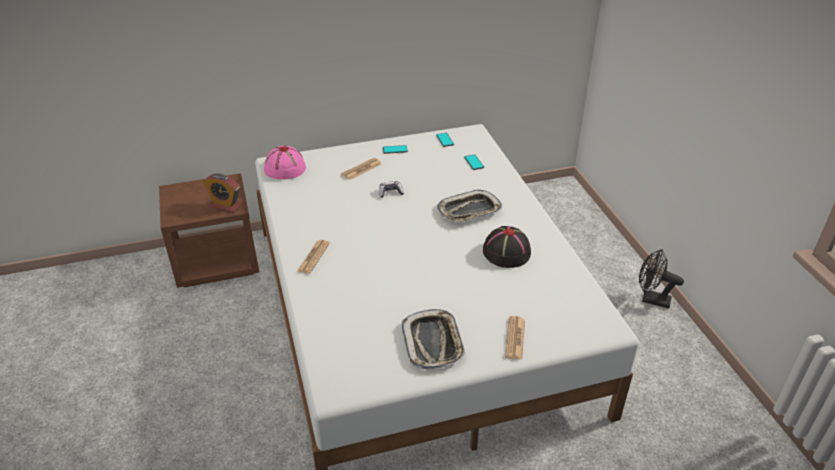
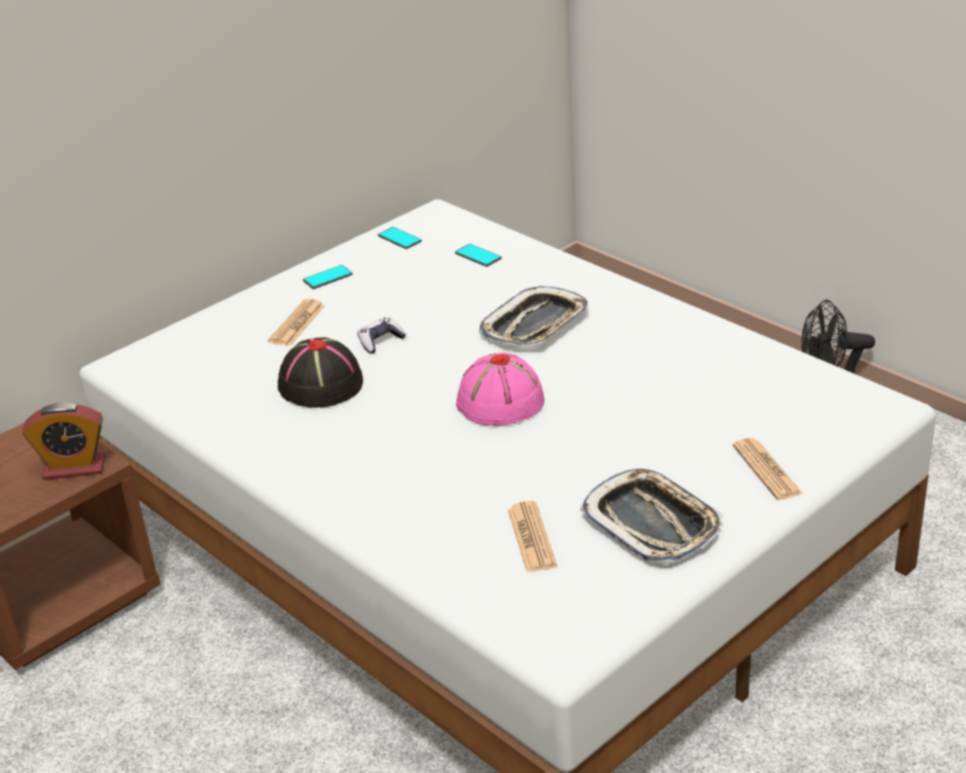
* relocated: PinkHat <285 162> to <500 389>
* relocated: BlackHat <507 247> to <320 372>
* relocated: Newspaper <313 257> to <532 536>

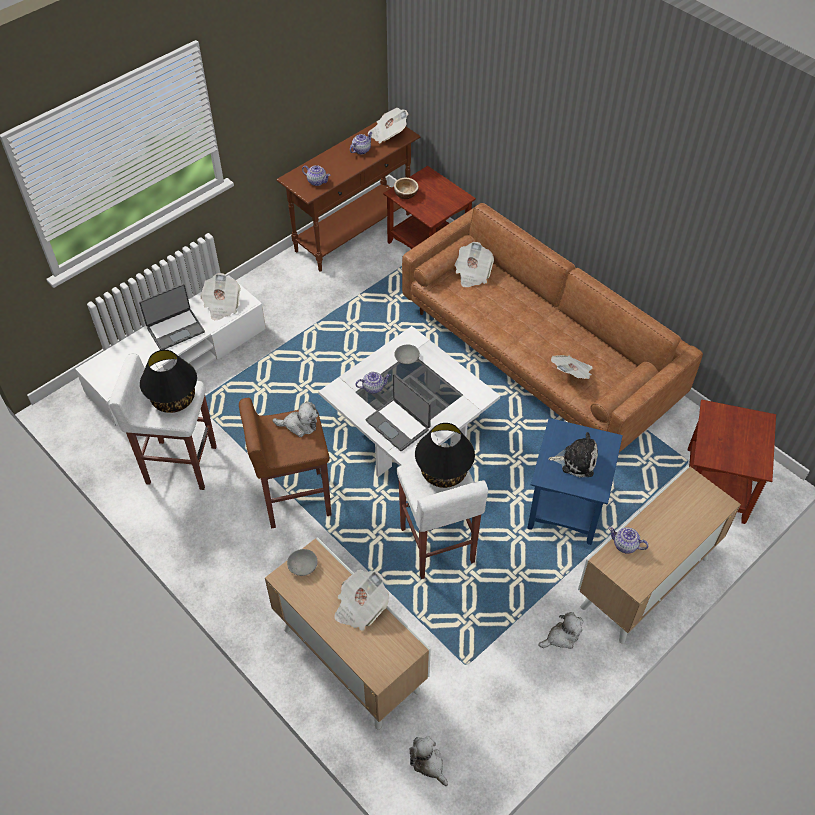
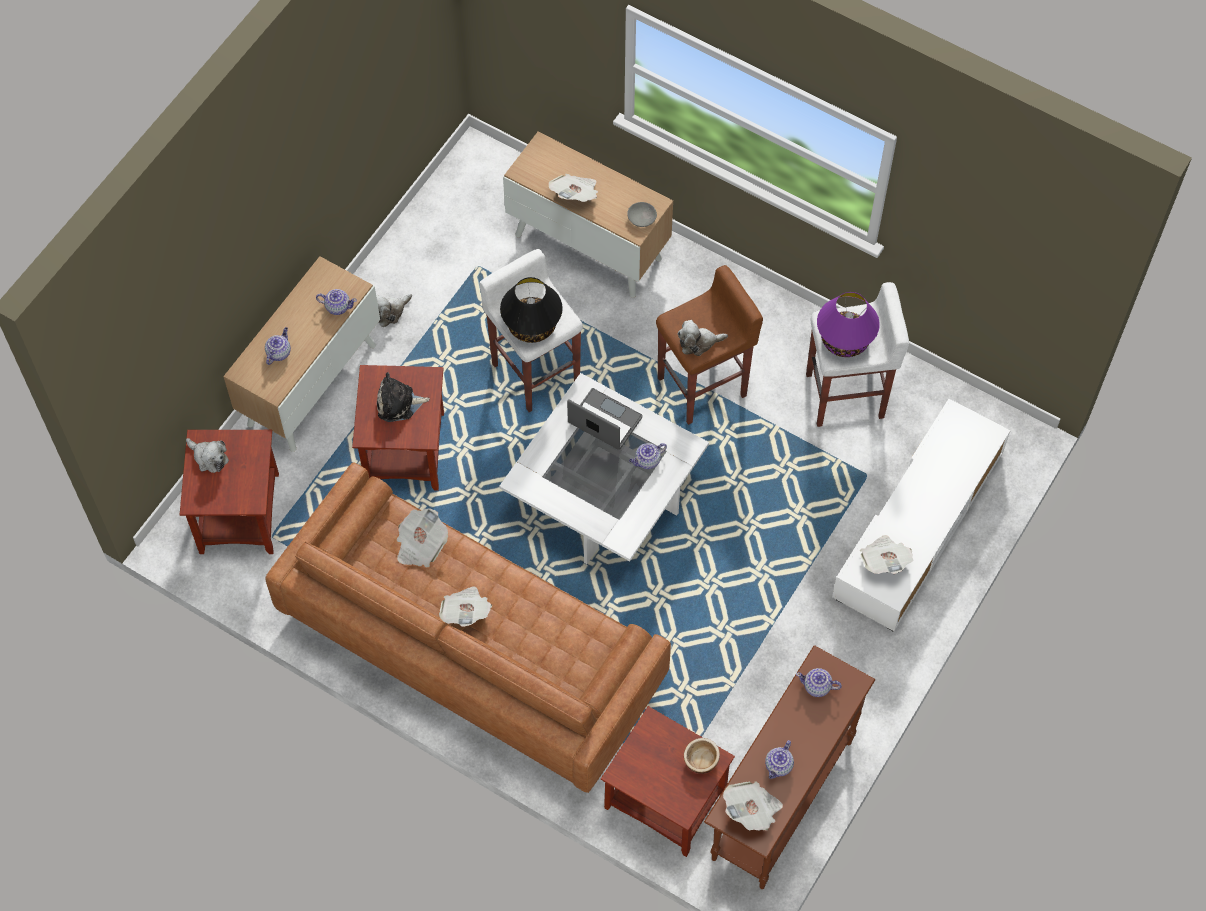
* relocated: Newspaper <474 264> to <465 606>
* missing: Laptop <172 317>
* missing: GreyBowl <407 355>
* colour: BlackTableLamp <168 381> to PurpleTableLamp <848 324>
* colour: BlueSideTable <575 481> to BrownSideTable <398 428>
* relocated: PlushToy <428 761> to <207 455>
* appeared: Teapot <278 346>

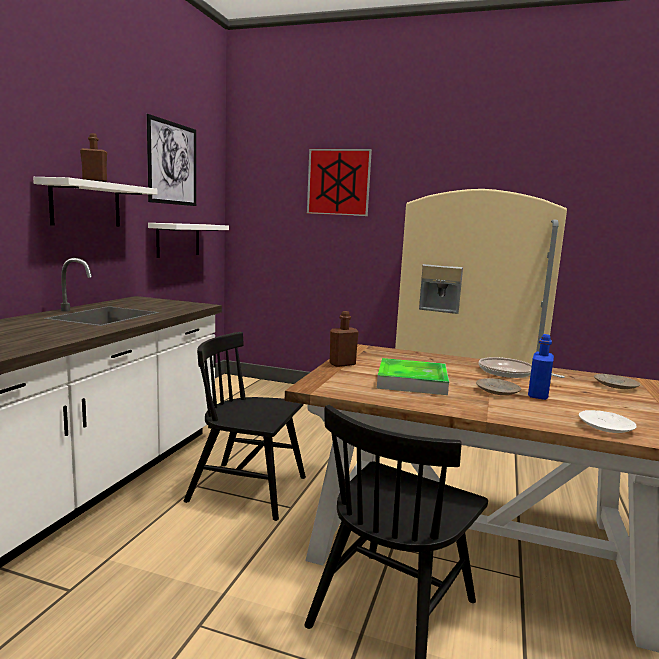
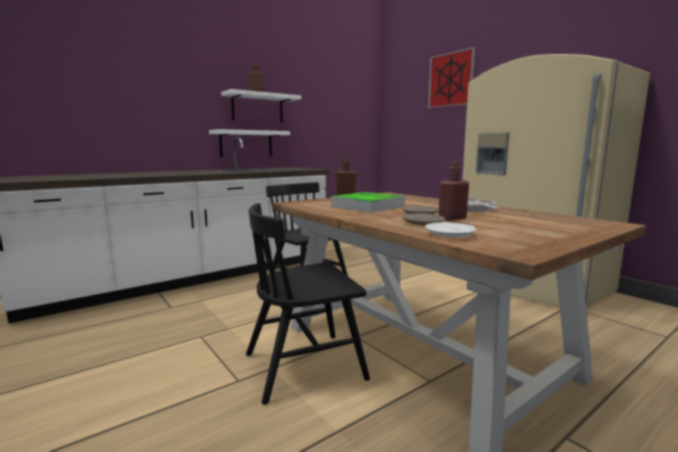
* missing: Picture <171 160>
* relocated: WhiteShelf <188 240> to <249 143>
* colour: BlueBottle <541 367> to RedBottle <453 191>
* relocated: BeigePlate <617 381> to <423 219>

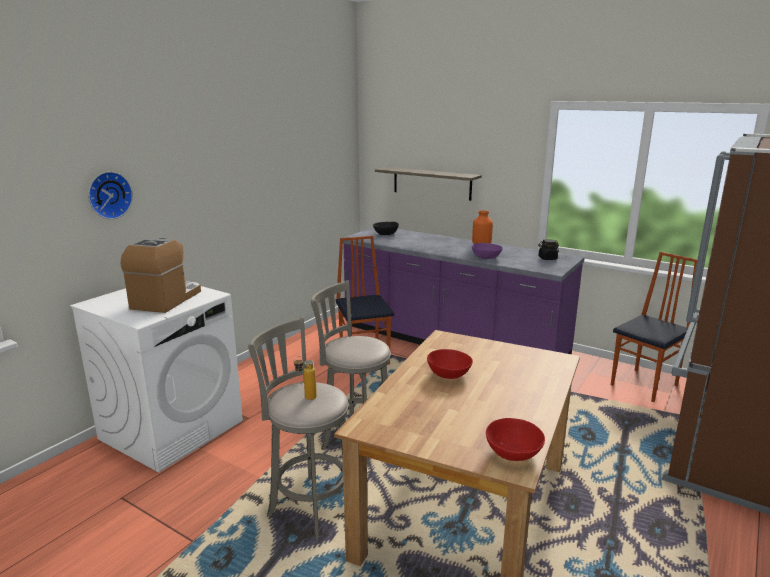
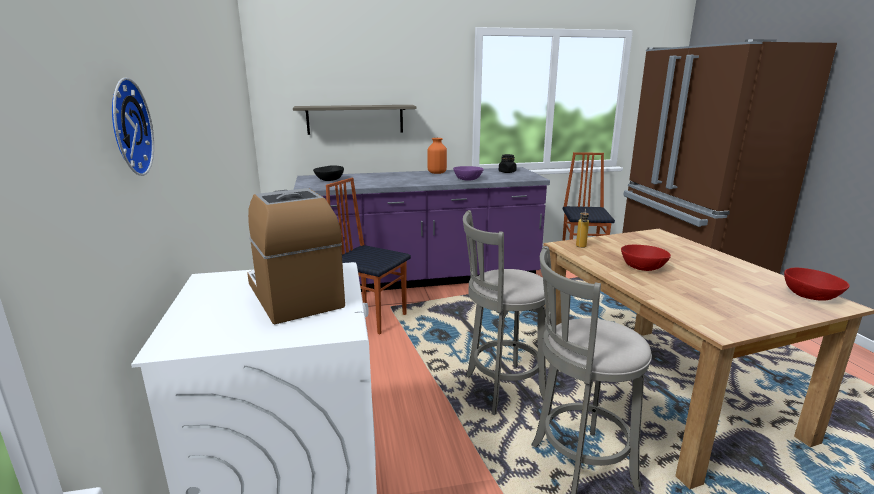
* relocated: Bottle <305 378> to <582 228>

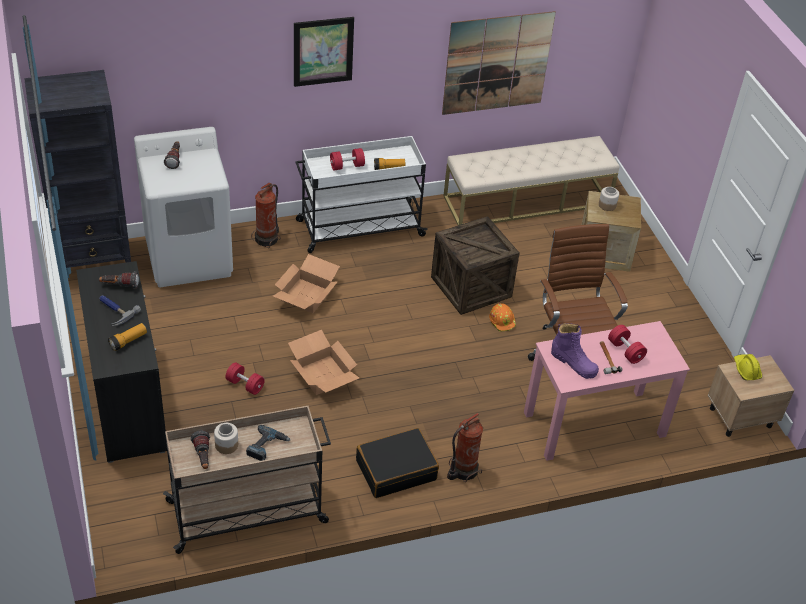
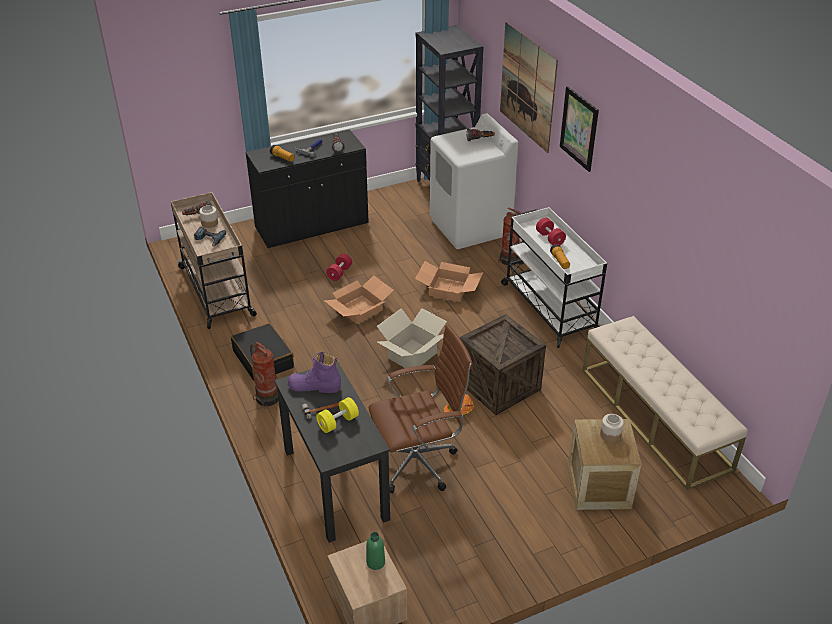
* relocated: Picture <499 63> to <529 87>
* colour: PinkDesk <607 391> to BlackDesk <332 452>
* spun: PurpleBoot <575 351> = <314 372> 60 degrees clockwise
* colour: RedDumbbell <627 344> to YellowDumbbell <337 415>
* exchanged: YellowHardHat <748 367> to GreenBottle <375 551>
* appeared: CardboardBox <412 338>

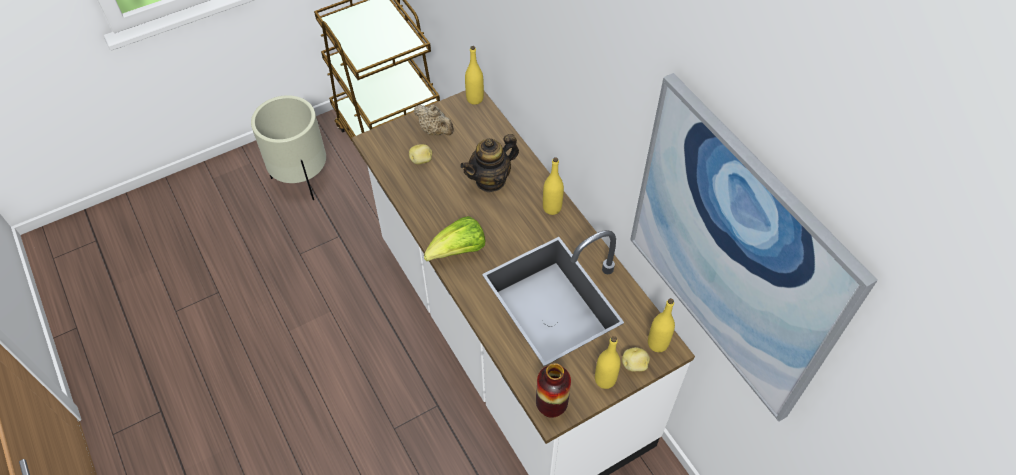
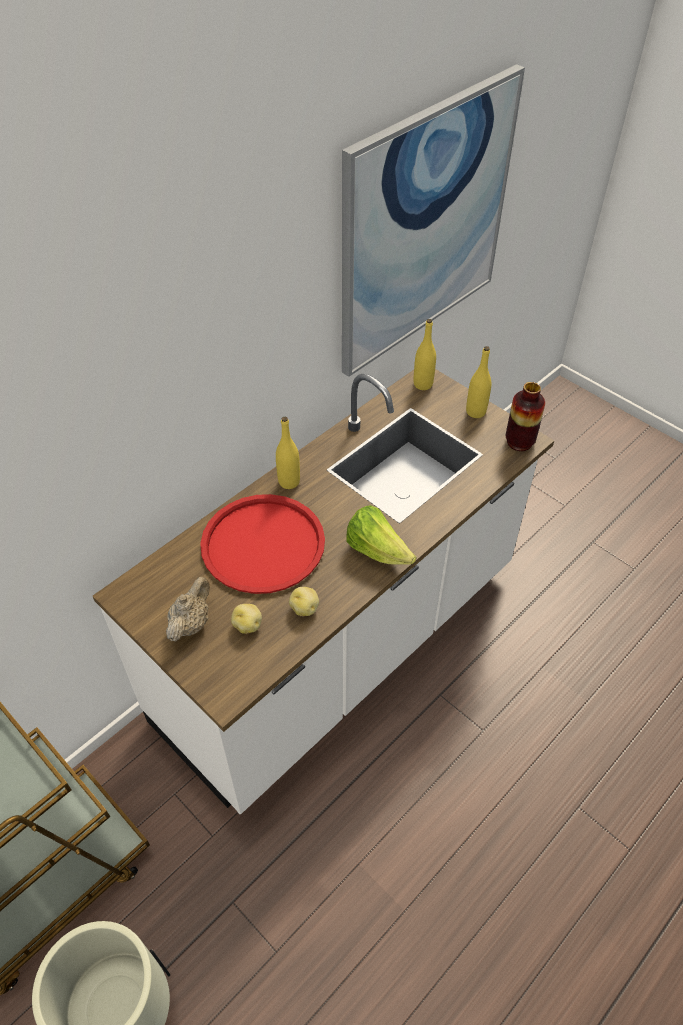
* missing: YellowBottle <474 75>
* exchanged: Teapot <489 163> to RedTray <262 544>
* relocated: Potato <636 359> to <304 601>

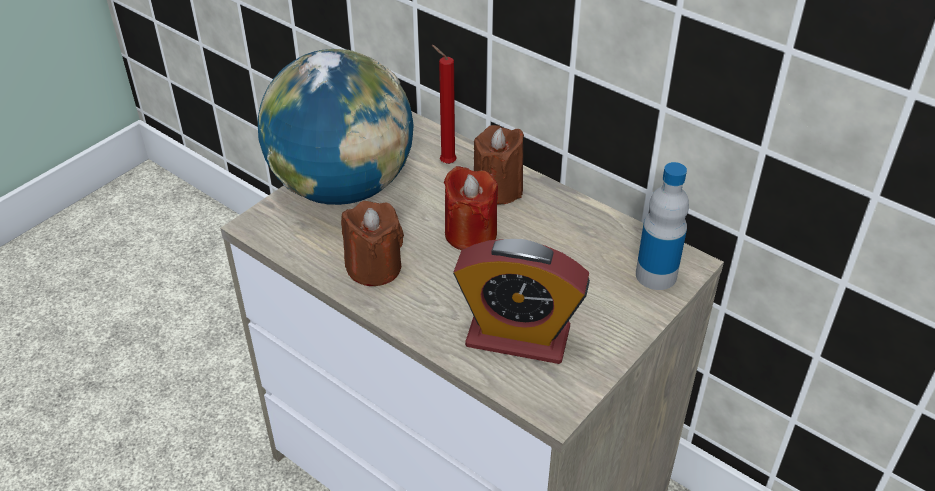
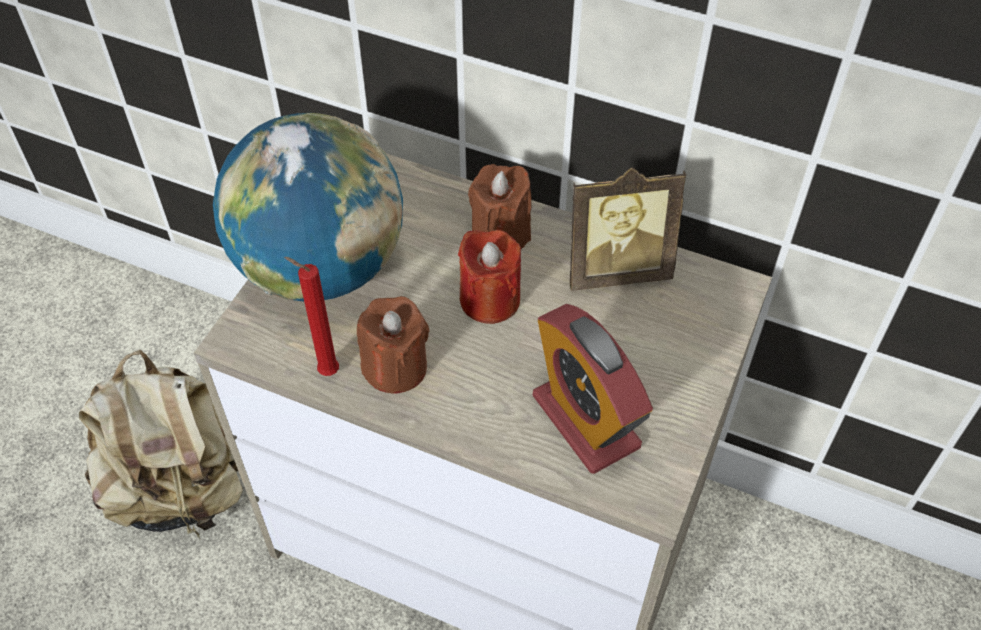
* relocated: RedCandle <444 104> to <311 316>
* missing: Bottle <662 226>
* spun: AlarmClock <521 301> = <593 389> 60 degrees clockwise
* appeared: PictureFrame <628 229>
* appeared: BeigeBackpack <161 444>

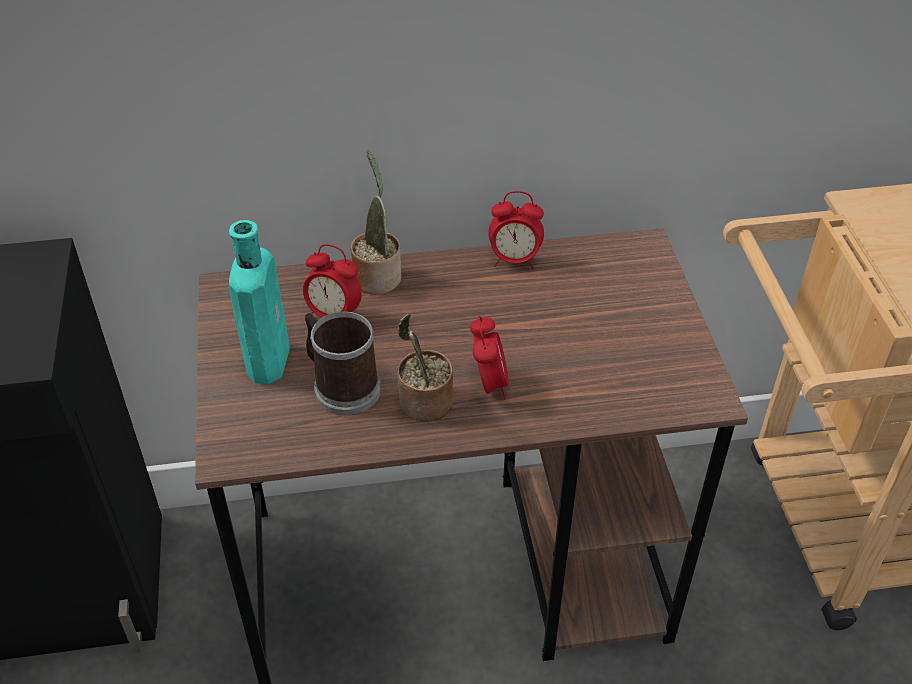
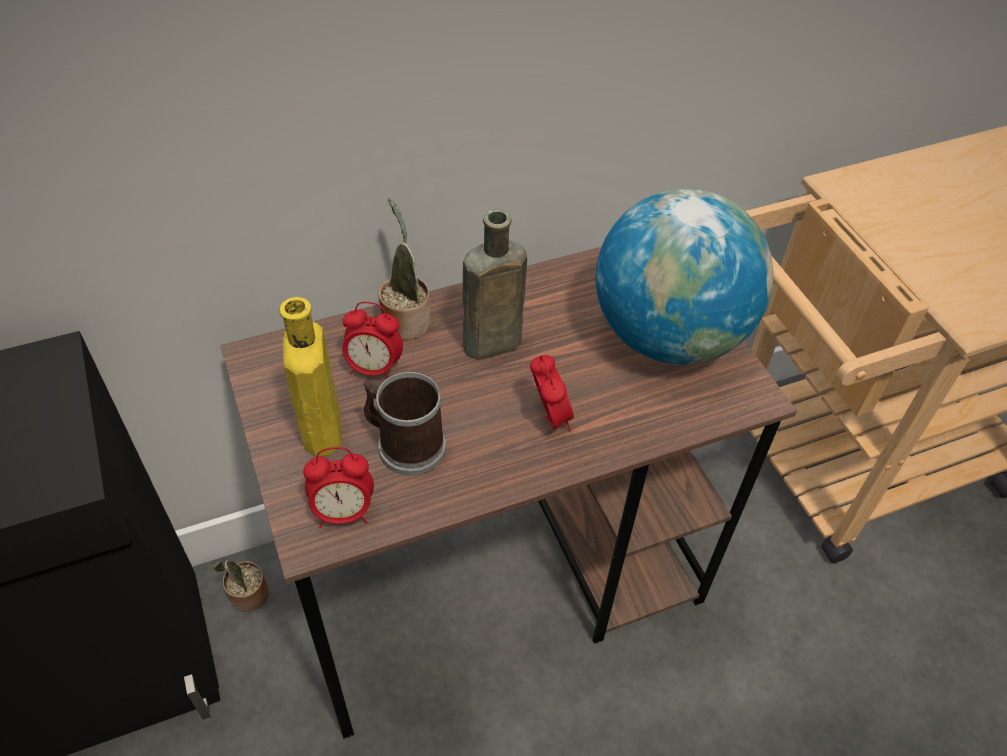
* relocated: AlarmClock <516 230> to <338 487>
* colour: TurquoiseBottle <259 302> to YellowBottle <310 376>
* relocated: PottedPlant <425 368> to <241 586>
* appeared: Globe <685 276>
* appeared: BrownBottle <495 284>

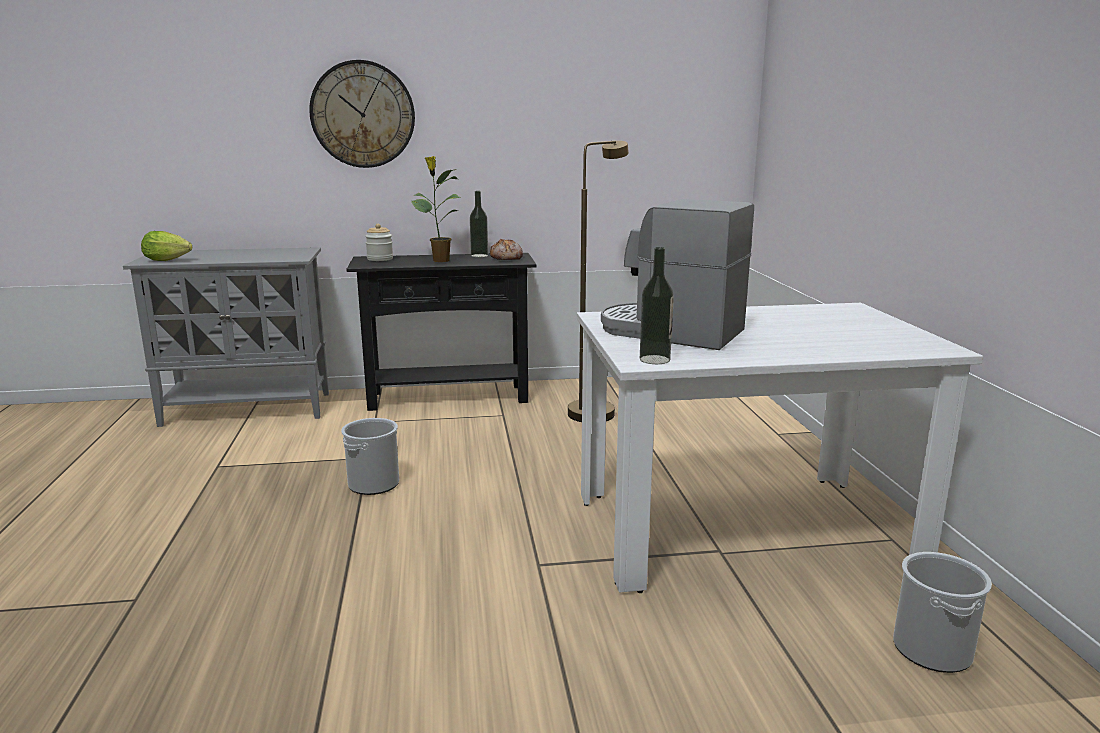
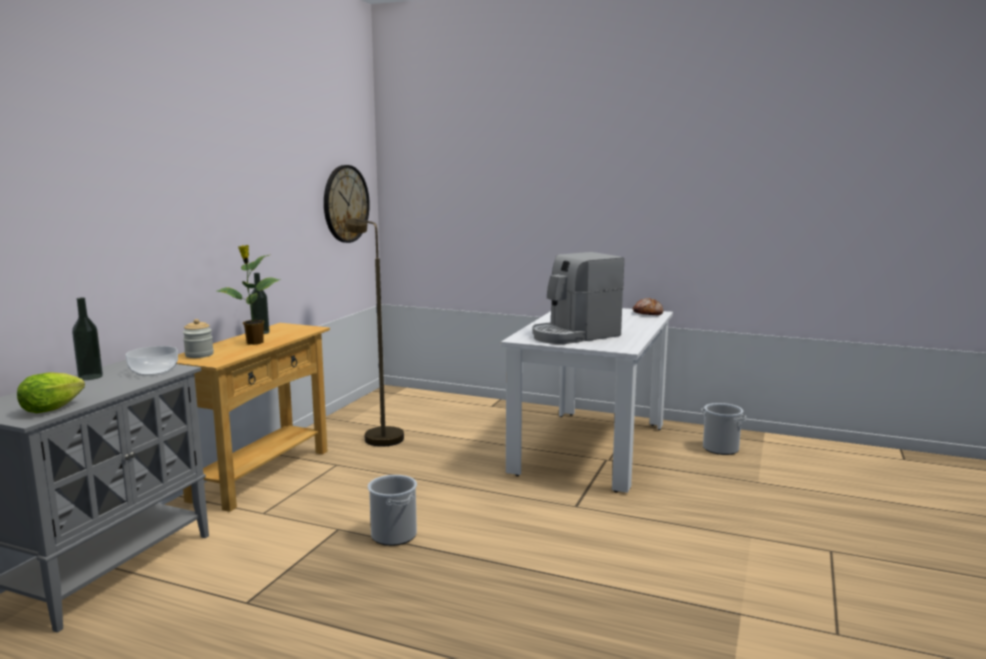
* relocated: WallClock <362 114> to <347 204>
* relocated: Bread <506 249> to <648 306>
* relocated: Bottle <657 305> to <87 338>
* colour: BlackConsoleTable <442 332> to BeigeConsoleTable <253 417>
* appeared: Bowl <152 361>

